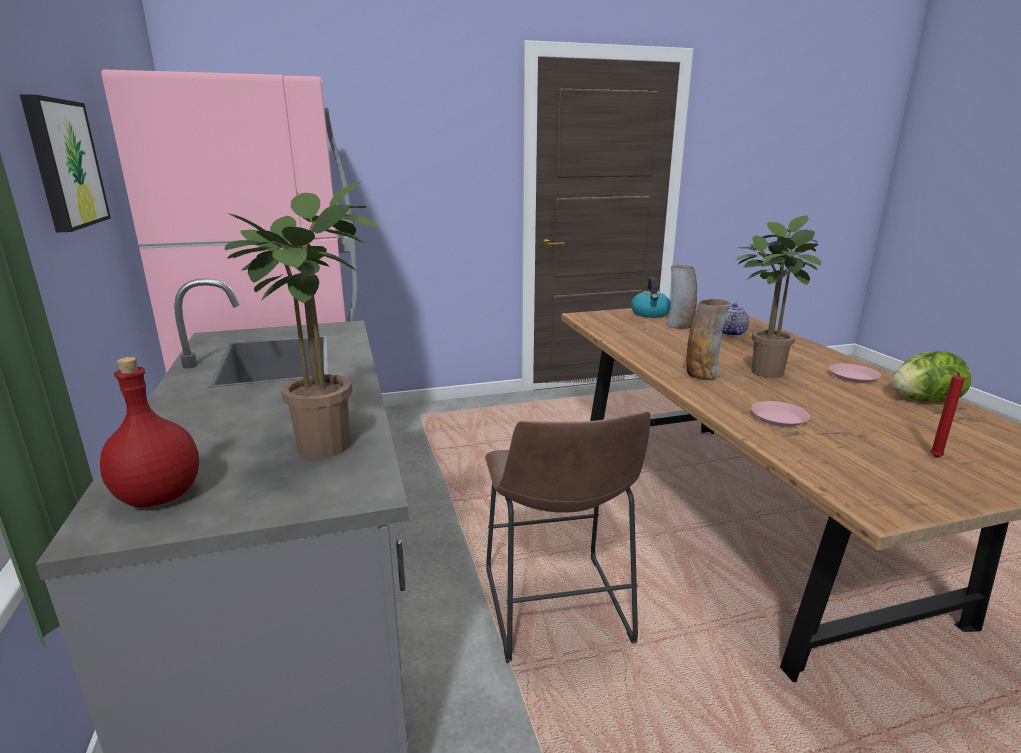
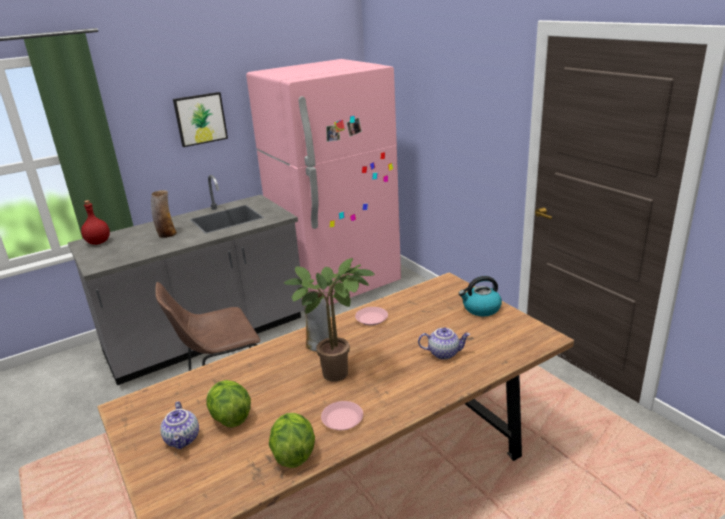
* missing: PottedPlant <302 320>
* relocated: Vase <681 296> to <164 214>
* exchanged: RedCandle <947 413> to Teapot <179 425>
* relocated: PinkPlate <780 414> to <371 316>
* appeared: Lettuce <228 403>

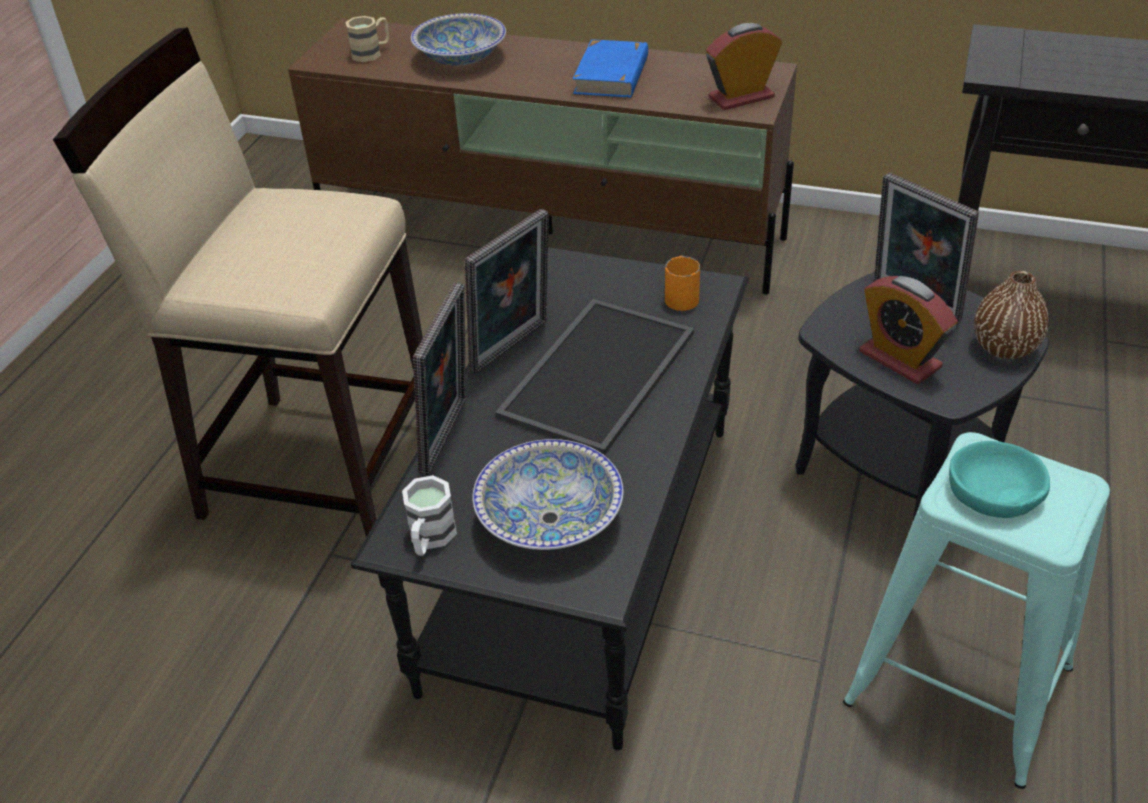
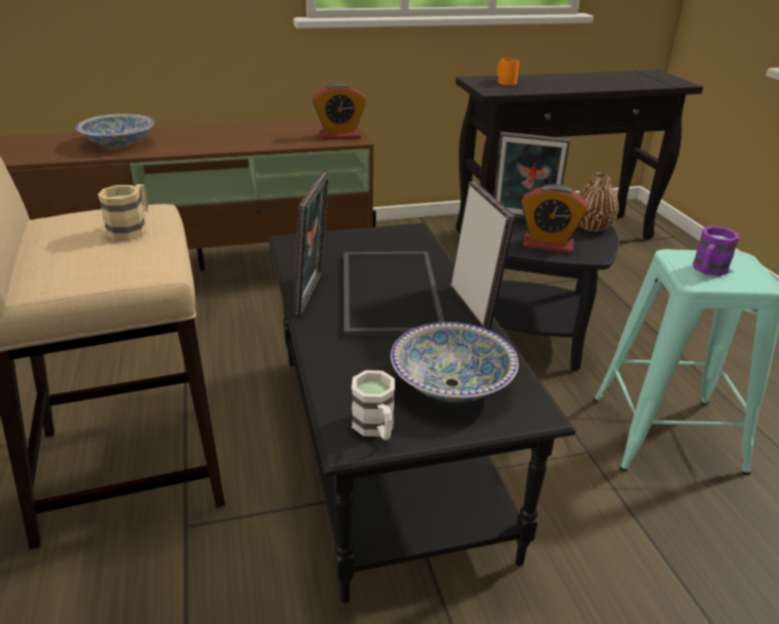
* relocated: BeigeMug <367 39> to <123 212>
* spun: AlarmClock <744 66> = <339 111> 135 degrees counterclockwise
* missing: BlueBook <610 68>
* relocated: OrangeMug <682 283> to <508 71>
* relocated: PictureFrame <439 378> to <483 255>
* exchanged: TurquoiseBowl <999 479> to PurpleMug <716 251>

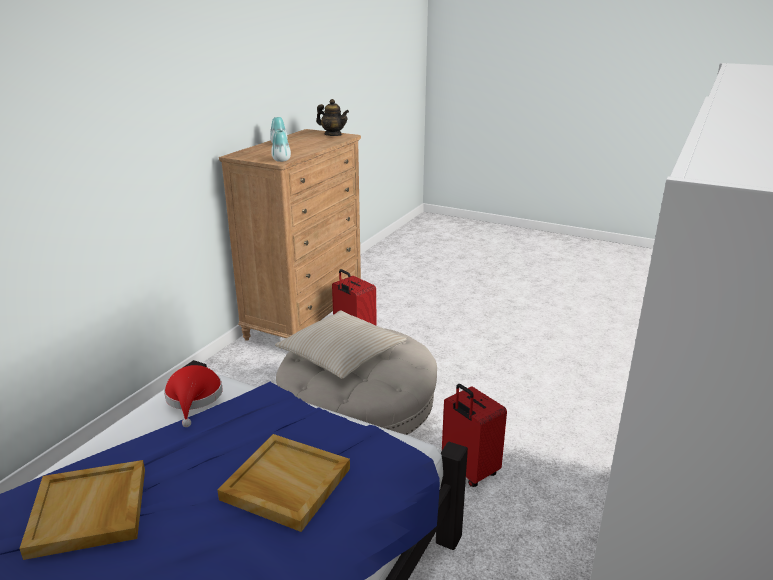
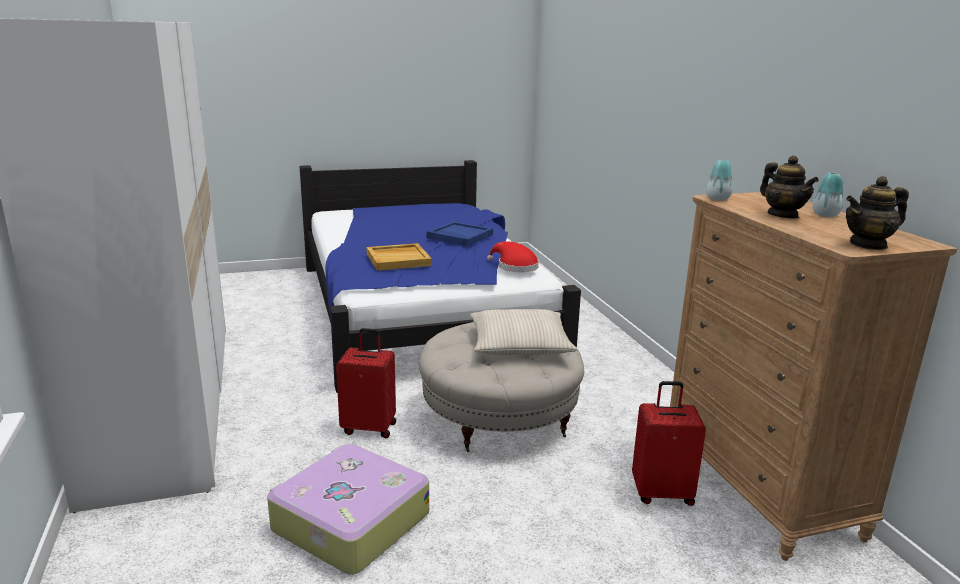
* colour: BeigeTray <82 510> to BlueTray <460 233>
* appeared: Teapot <789 187>
* appeared: Suitcase <348 509>

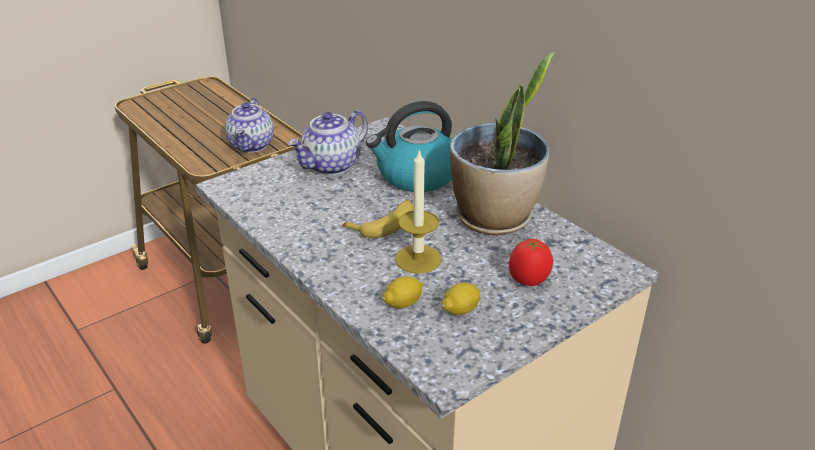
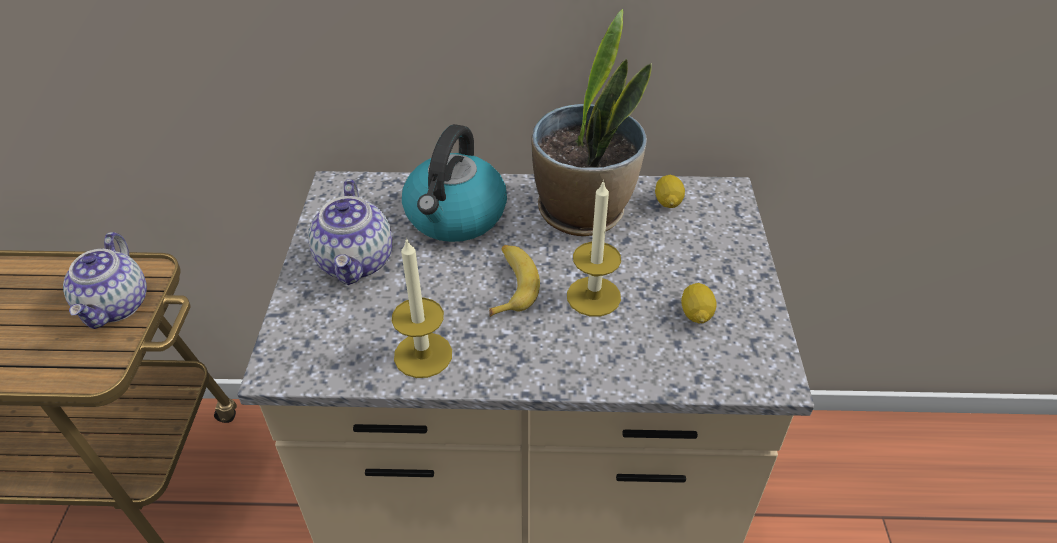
* spun: Teapot <249 125> = <105 280> 45 degrees clockwise
* missing: Tomato <531 262>
* relocated: Lemon <403 292> to <670 191>
* appeared: Candle <422 307>

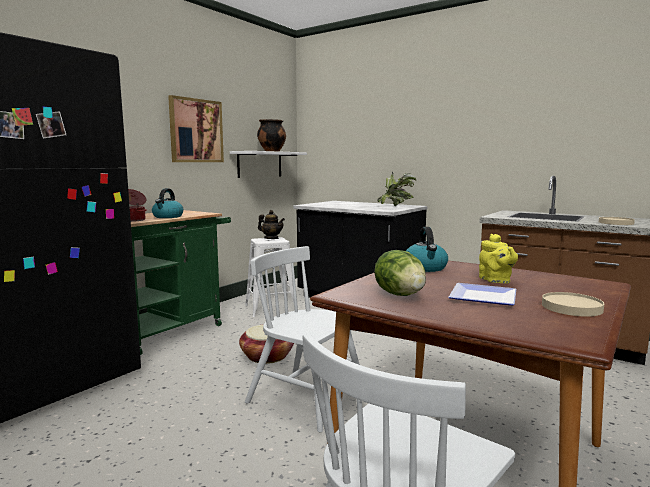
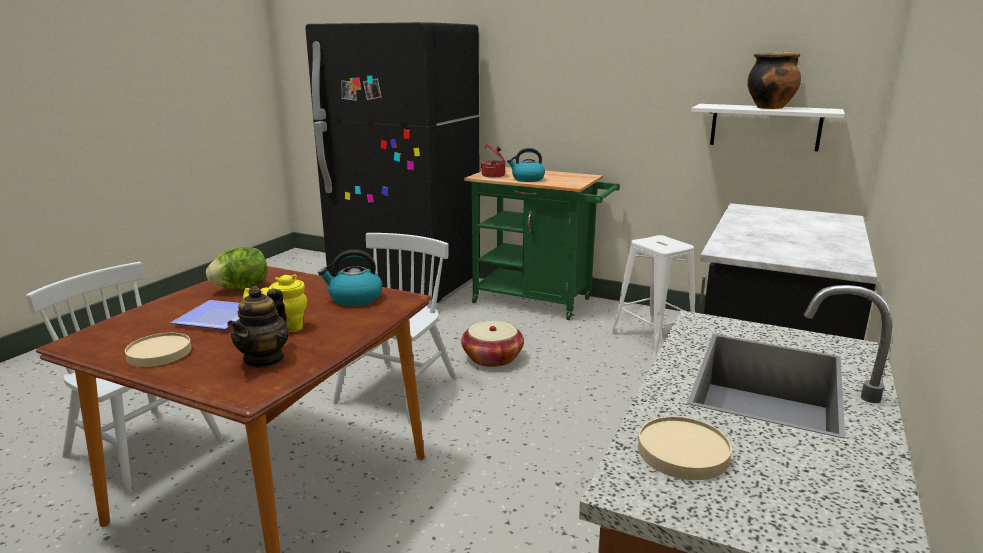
* missing: Picture <196 128>
* missing: PottedPlant <397 189>
* relocated: Teapot <271 224> to <257 327>

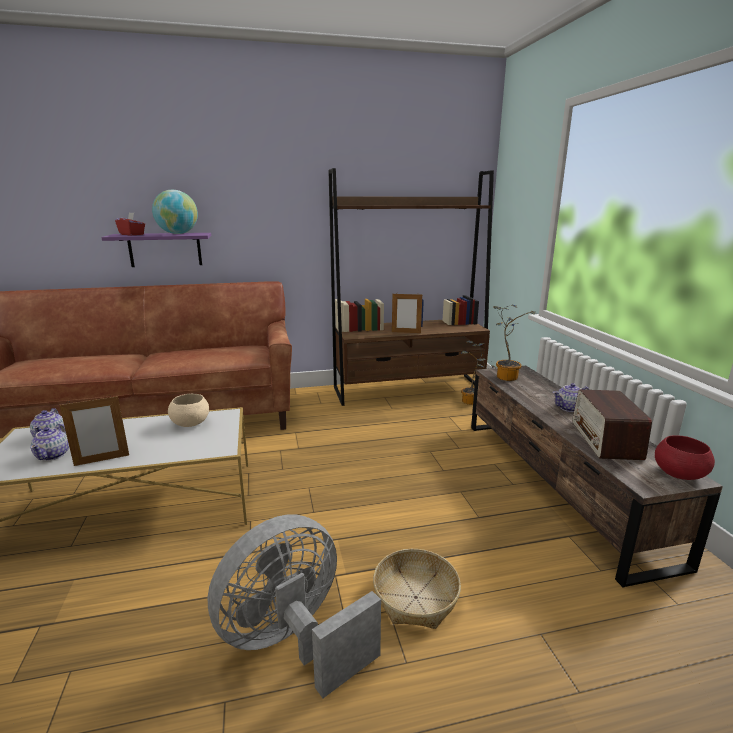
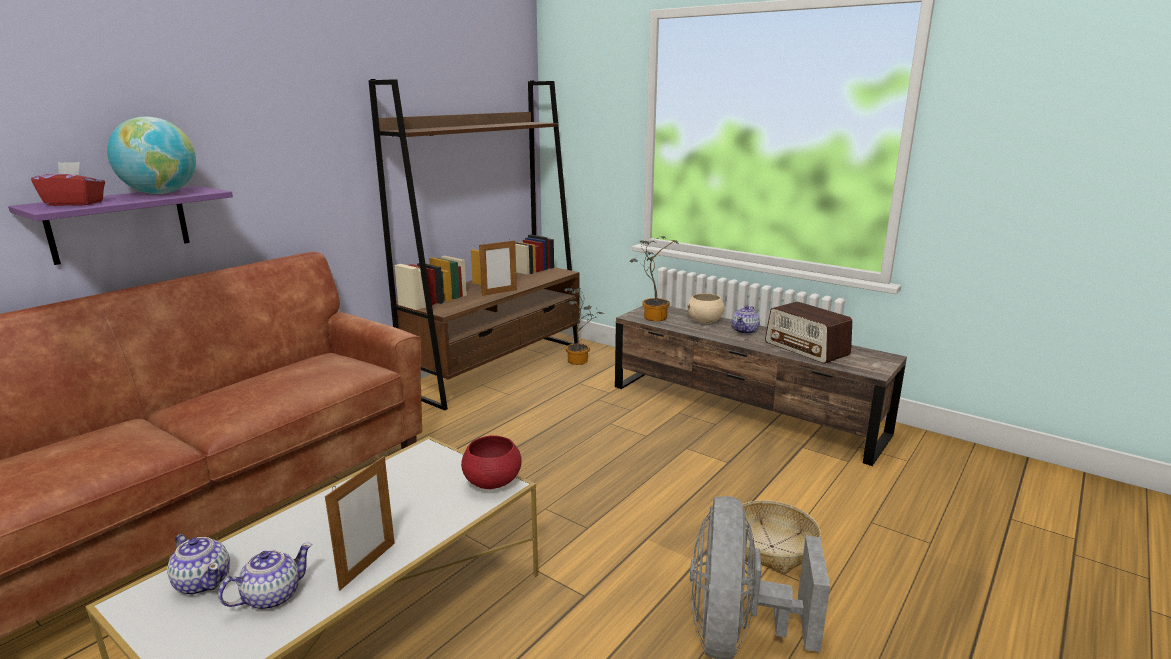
* relocated: BeigeBowl <188 410> to <706 308>
* spun: Teapot <49 442> = <265 576> 90 degrees counterclockwise
* relocated: RedBowl <685 457> to <491 462>

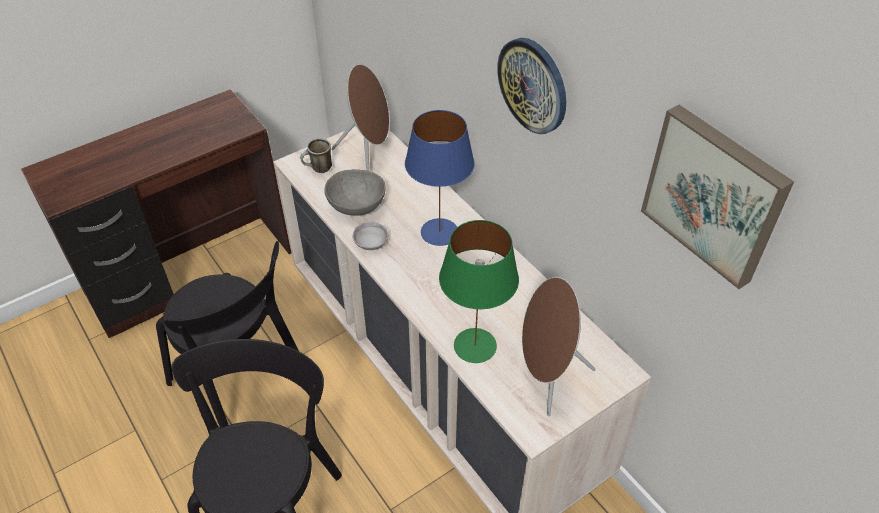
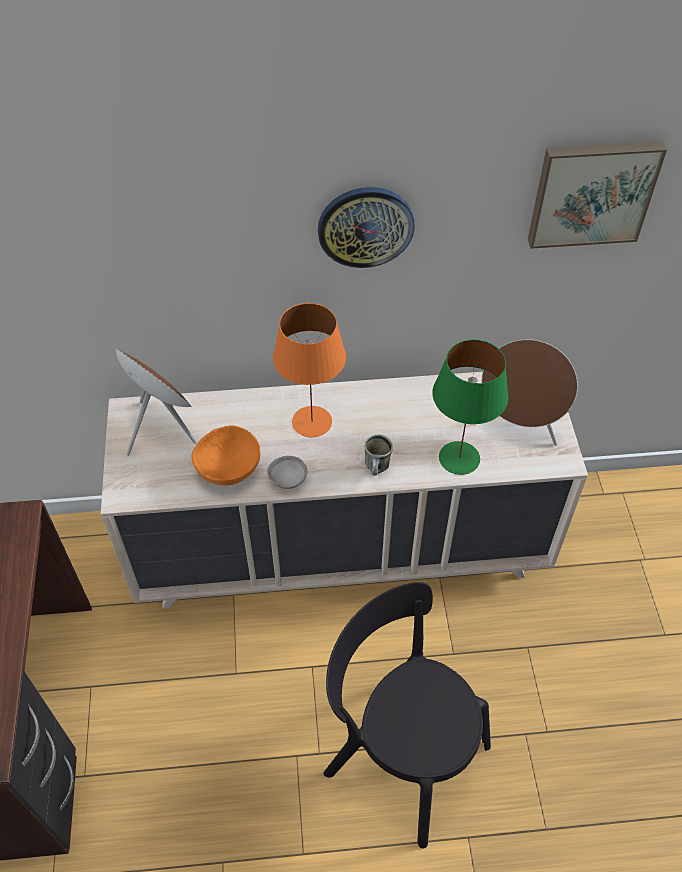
* colour: BlueTableLamp <440 178> to OrangeTableLamp <309 370>
* relocated: Mug <316 155> to <379 454>
* colour: GreyBowl <354 192> to OrangeBowl <225 455>
* missing: BlackChair <227 334>

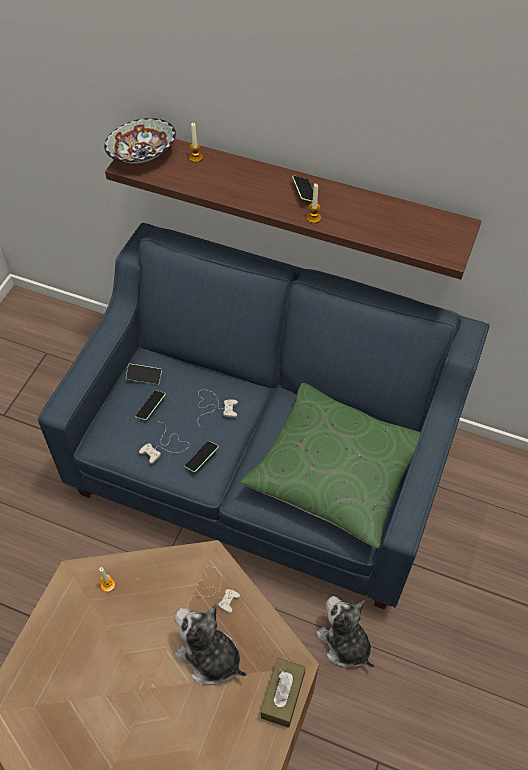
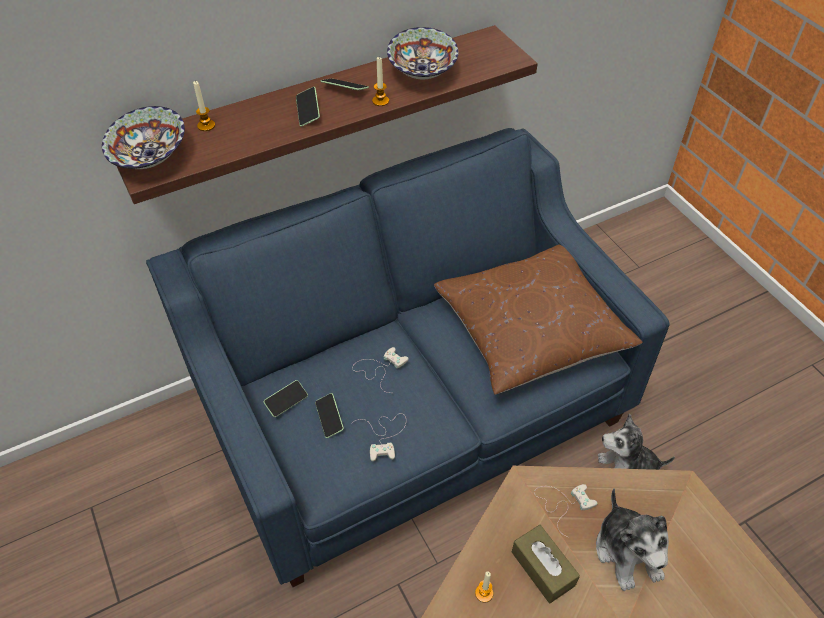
* colour: GreenPillow <330 465> to BrownPillow <538 320>
* relocated: Phone <202 456> to <308 107>
* spun: PlushToy <210 644> = <632 539> 90 degrees counterclockwise
* relocated: BrownTissueBox <283 693> to <546 564>
* appeared: Bowl <422 53>

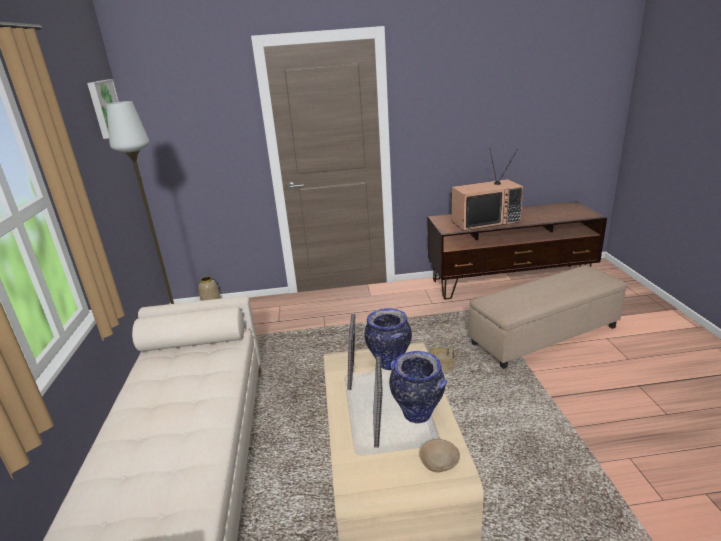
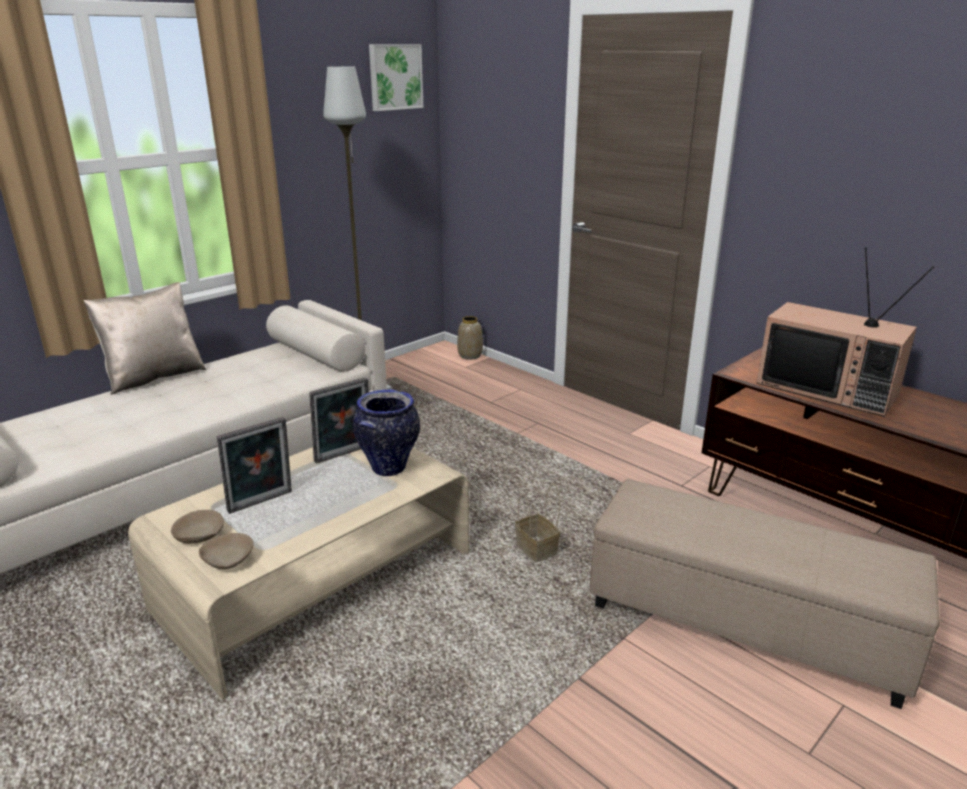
* missing: Vase <418 387>
* appeared: BeigePillow <144 338>
* appeared: BeigeBowl <197 527>

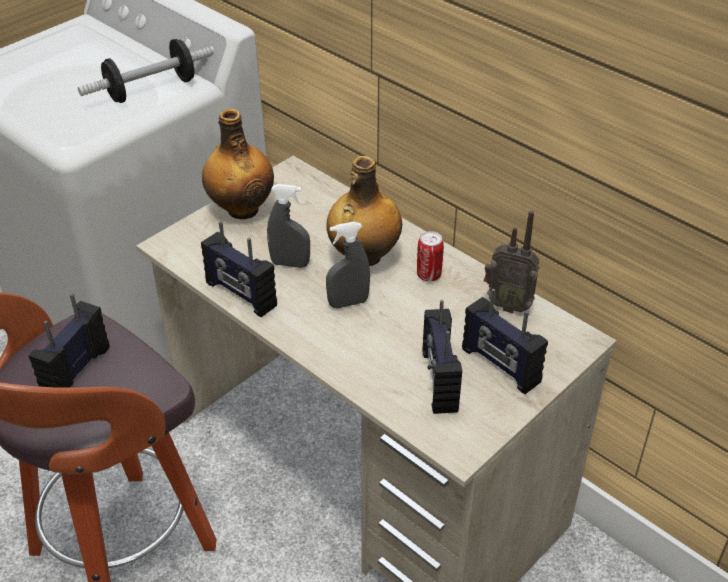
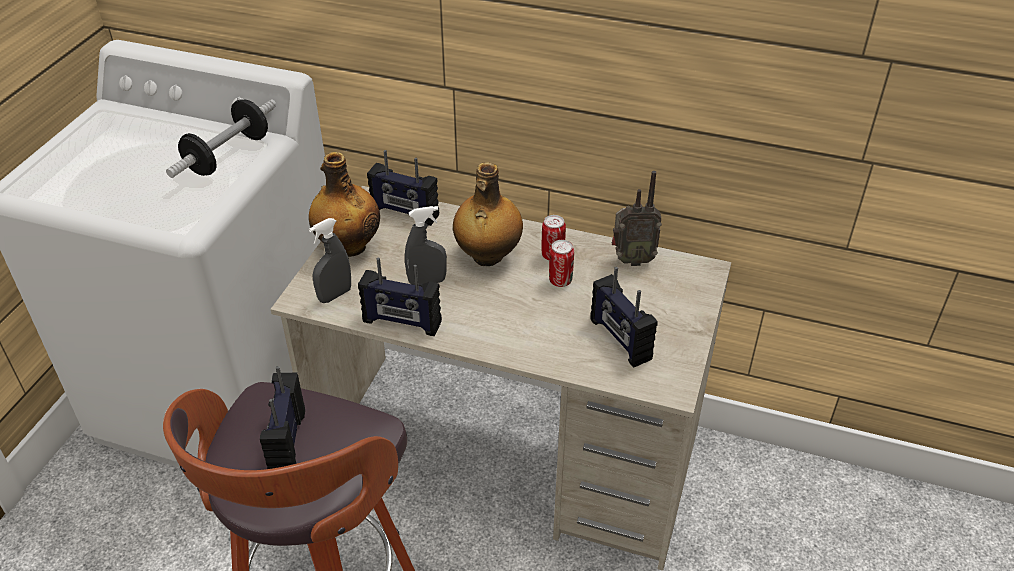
* relocated: GreySprayBottle <348 265> to <330 260>
* relocated: Radio <505 341> to <403 188>
* appeared: Can <561 263>

